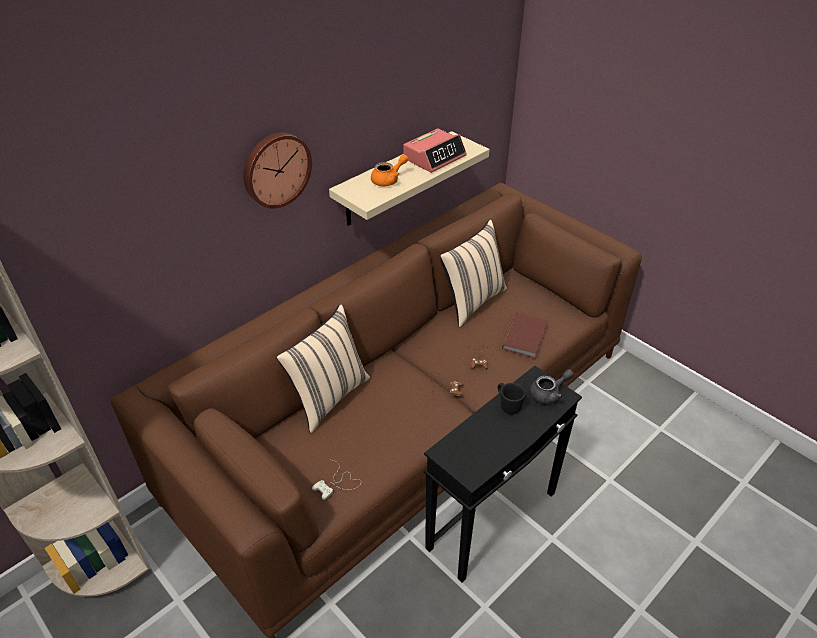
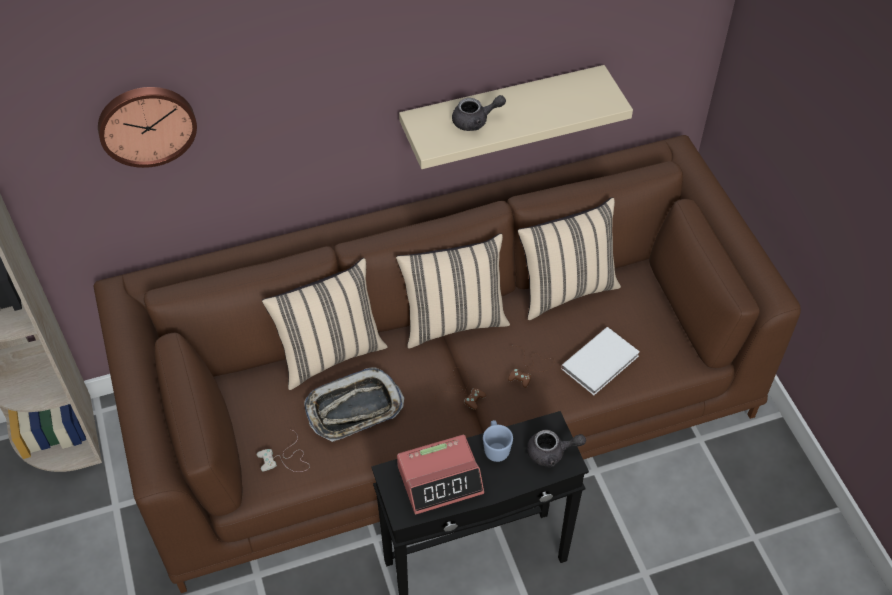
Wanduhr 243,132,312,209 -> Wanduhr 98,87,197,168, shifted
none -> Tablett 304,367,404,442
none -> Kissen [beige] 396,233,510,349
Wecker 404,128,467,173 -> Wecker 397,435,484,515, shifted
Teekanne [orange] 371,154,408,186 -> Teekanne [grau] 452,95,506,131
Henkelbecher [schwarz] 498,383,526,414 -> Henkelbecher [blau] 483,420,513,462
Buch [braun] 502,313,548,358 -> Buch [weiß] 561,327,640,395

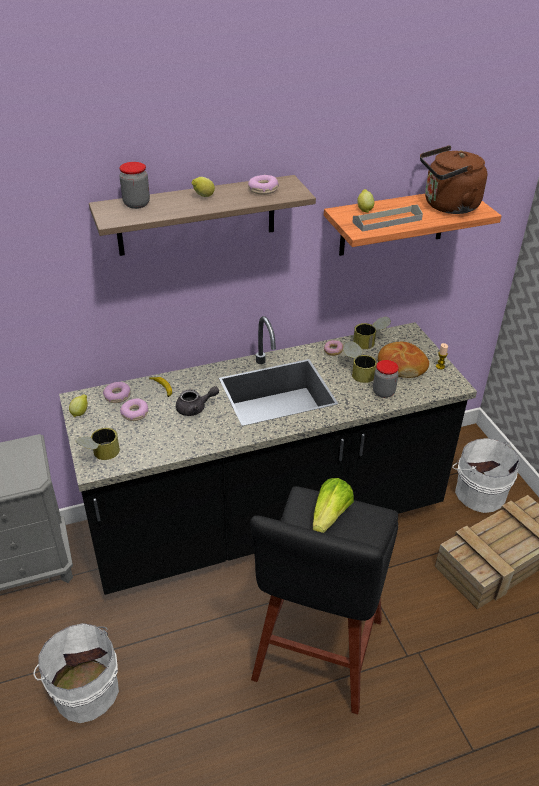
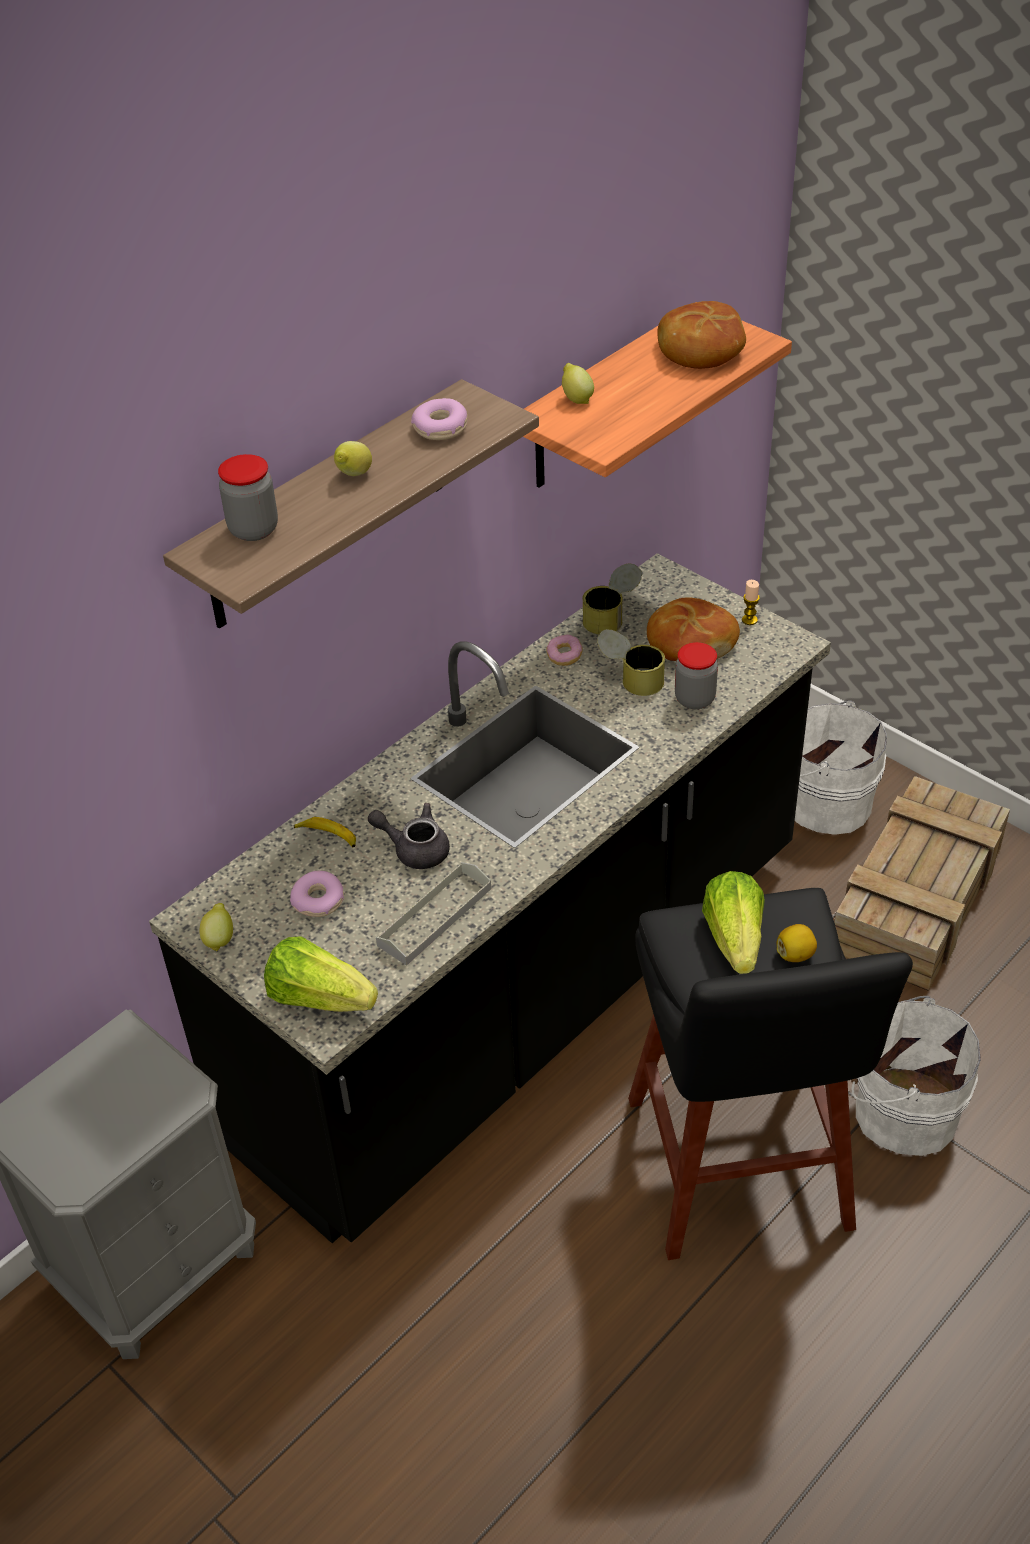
Dose 76,428,120,460 -> Salatkopf 264,936,378,1012
Teekanne [grau] 176,386,219,416 -> Teekanne [grau] 368,803,450,869, 120 degrees counterclockwise
Tablett [grau] 352,205,423,232 -> Tablett [grau] 376,862,491,966, shifted
Wasserkessel [braun] 420,145,487,214 -> Brot 657,301,746,369
none -> Zitrone 777,924,817,962
Eimer [weiß] 33,623,119,723 -> Eimer [weiß] 851,996,981,1156, shifted
Donut 103,382,131,403 -> none

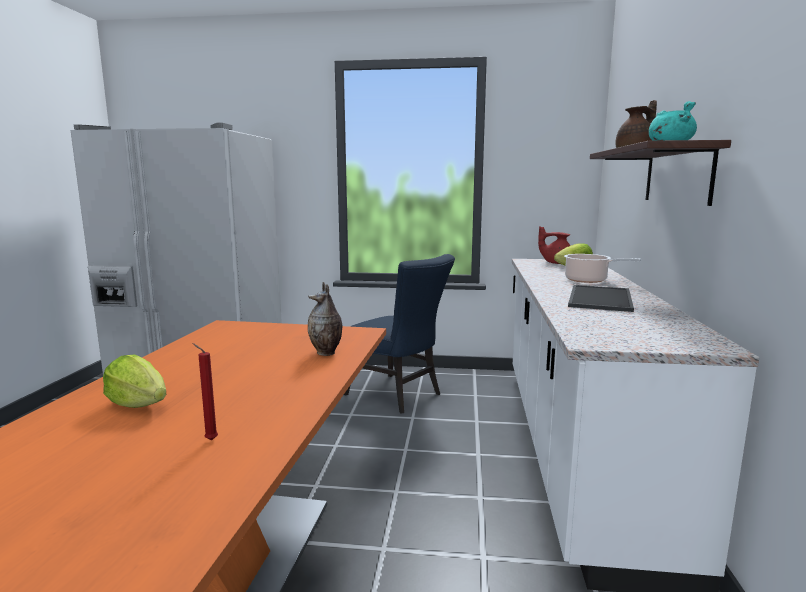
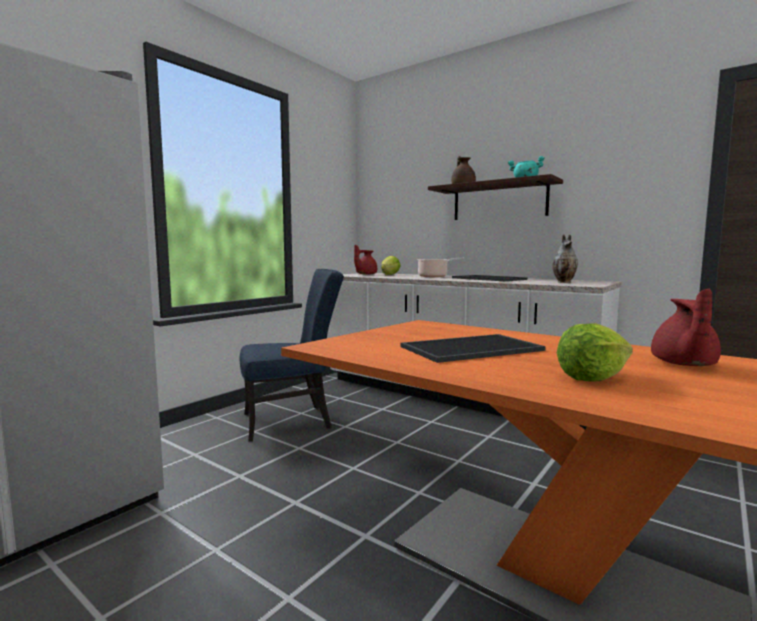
none -> Tablett 401,334,546,363
Vase 308,282,342,356 -> Vase 552,234,578,283, shifted
Kerze [rot] 192,343,218,440 -> Teekanne [rot] 651,289,721,366

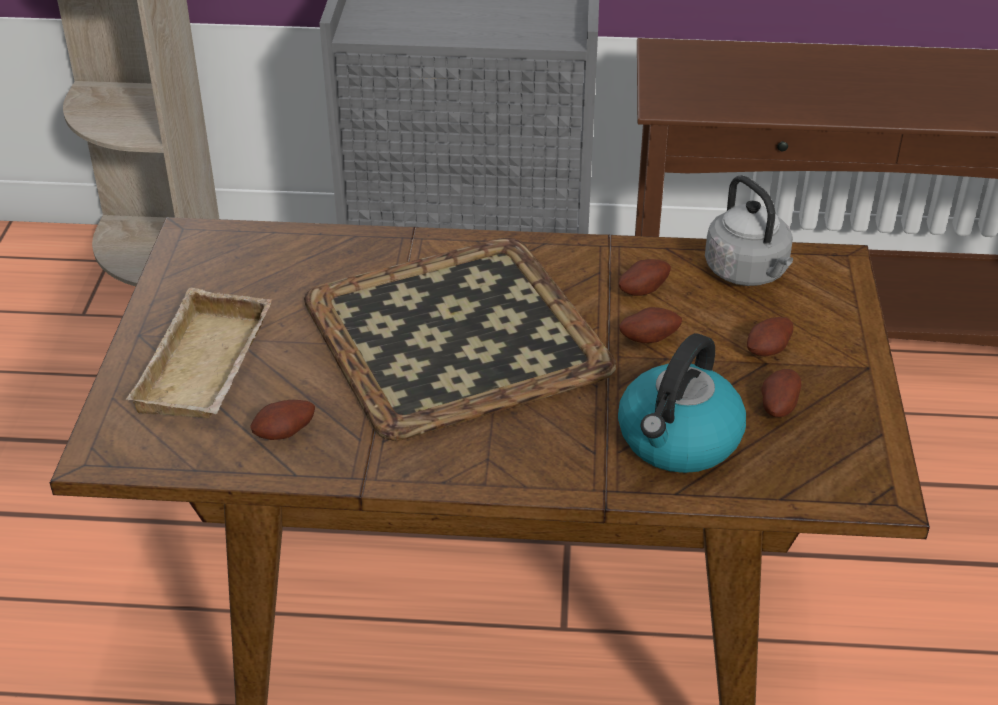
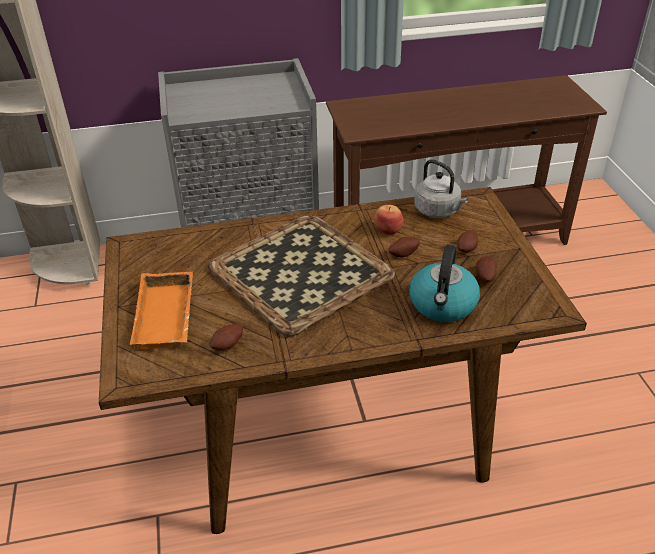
Tablett [beige] 126,288,272,418 -> Tablett [orange] 130,271,193,351
Kartoffel 619,259,671,296 -> Apfel 374,205,403,235

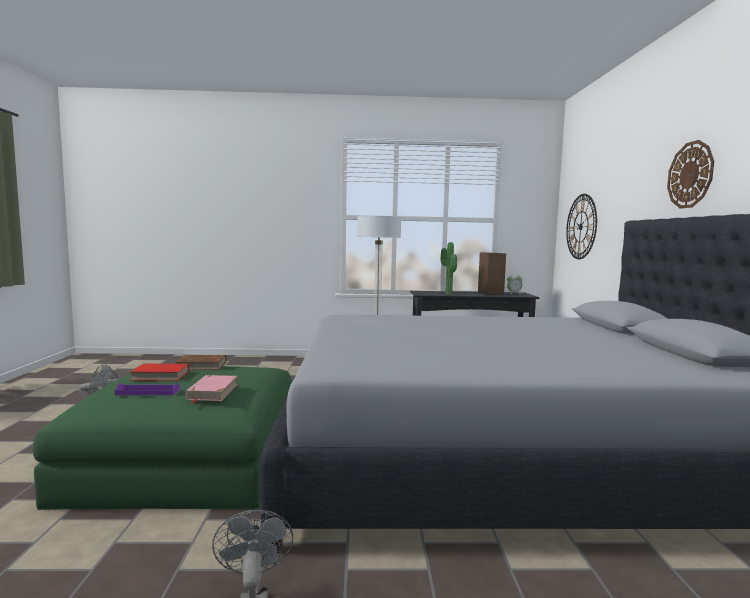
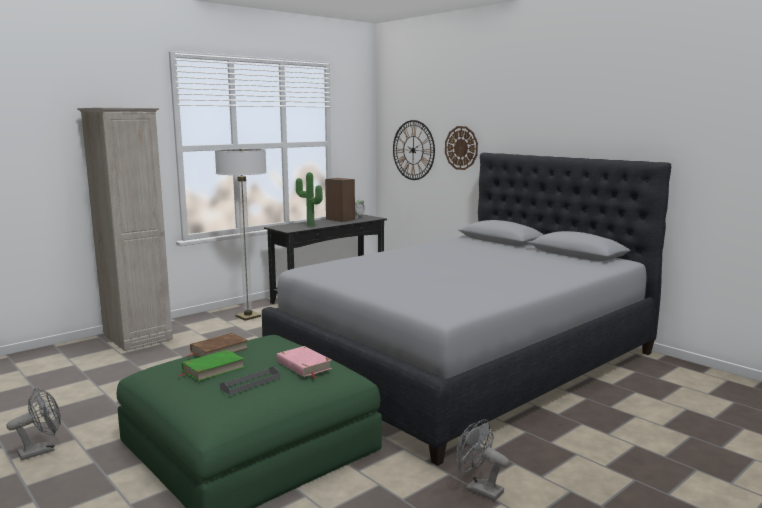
none -> Schrank [beige] 77,108,173,351
Buch [rot] 130,364,189,381 -> Buch [grün] 177,350,244,381
Tablett [lila] 115,383,179,395 -> Tablett [grau] 220,366,280,395
Wanduhr 667,140,714,209 -> Wanduhr 445,126,478,170, shifted

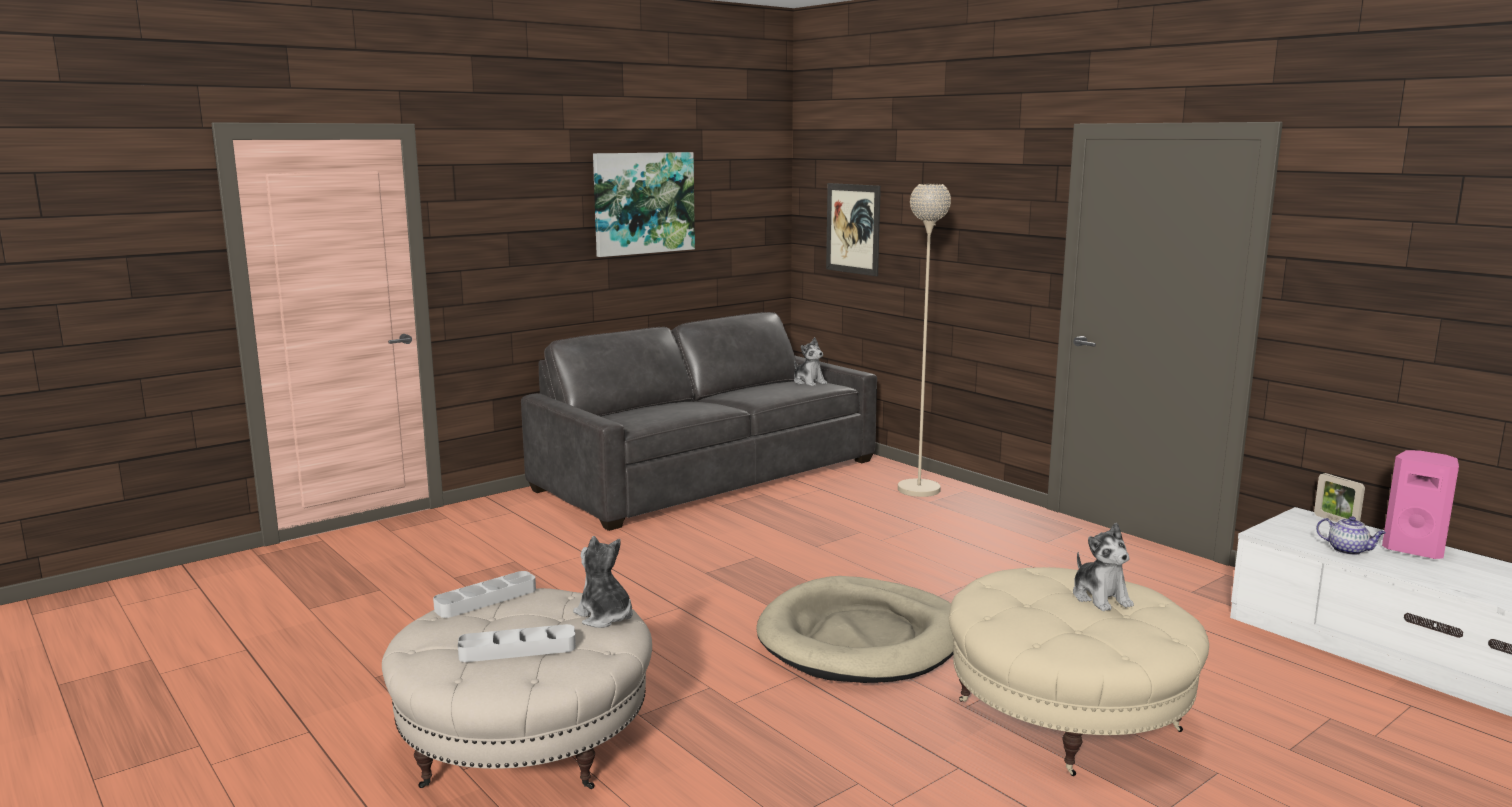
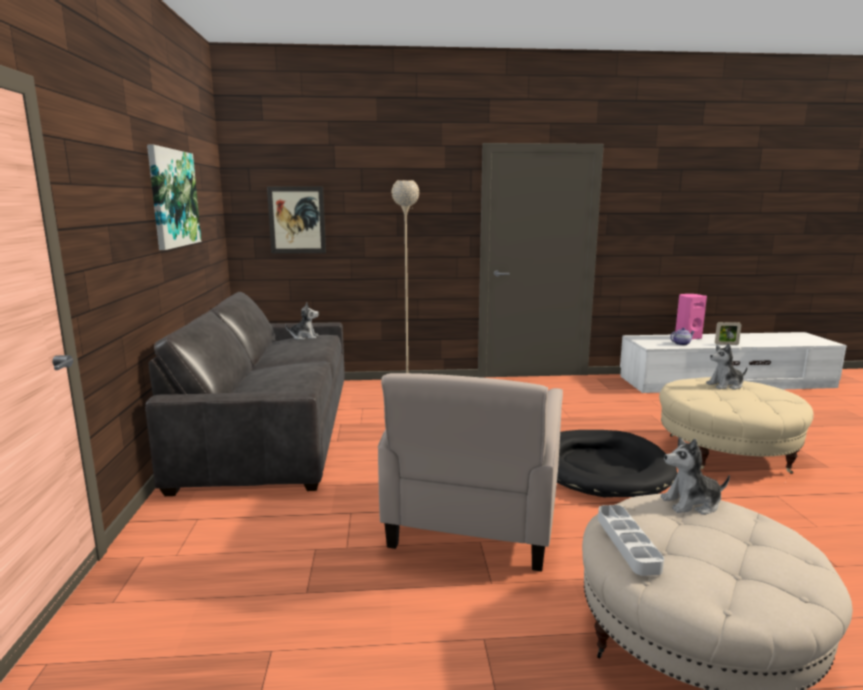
none -> Sessel [beige] 378,373,563,572
Hundebett [beige] 756,576,954,683 -> Hundebett [schwarz] 557,430,677,497
Plüschtier 1073,523,1134,611 -> Plüschtier 706,343,748,390, 150 degrees clockwise
Bilderrahmen 1314,473,1365,522 -> Bilderrahmen 715,322,741,345, shifted
Tablett [grau] 458,624,576,662 -> none

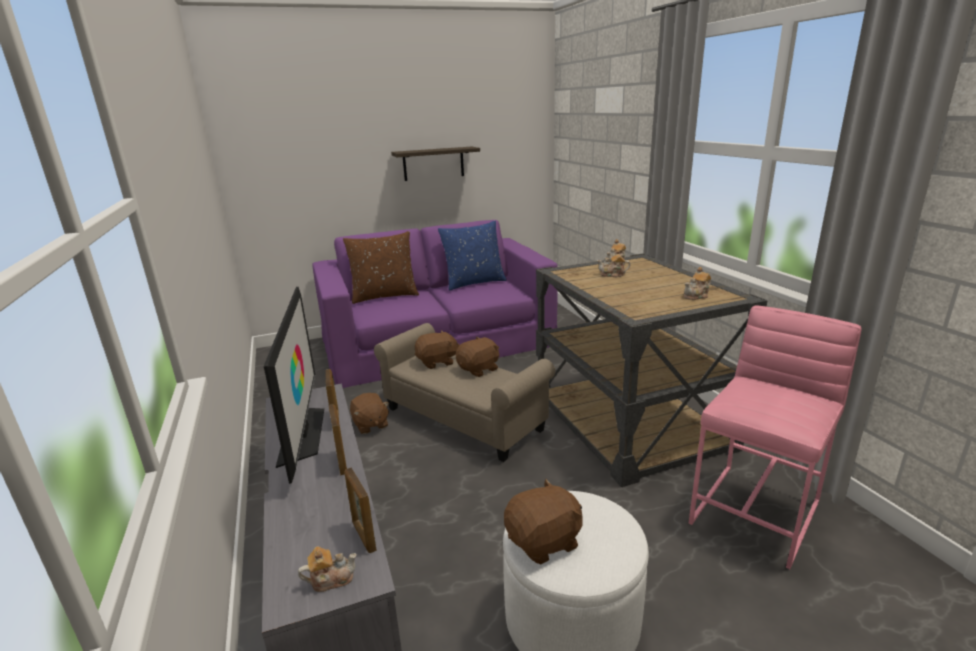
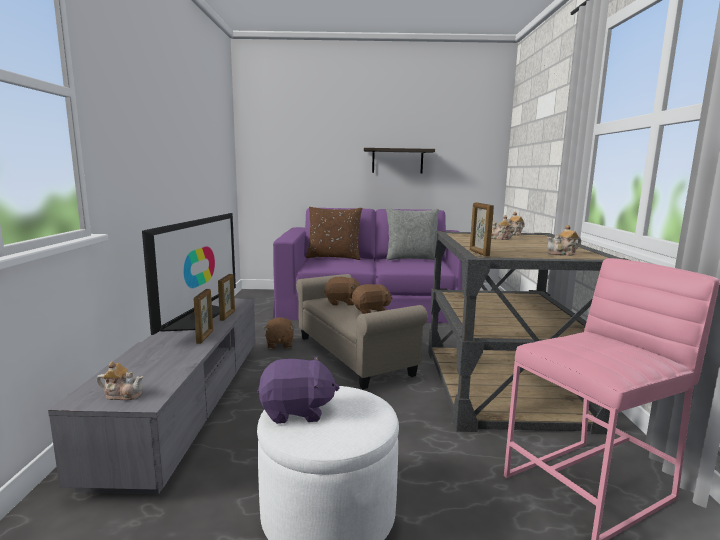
Plüschtier [braun] 504,479,583,564 -> Plüschtier [lila] 257,356,340,424
Kissen [blau] 438,221,507,291 -> Kissen [grau] 386,208,439,260
Bilderrahmen 344,468,376,553 -> Bilderrahmen 470,203,494,256, shifted

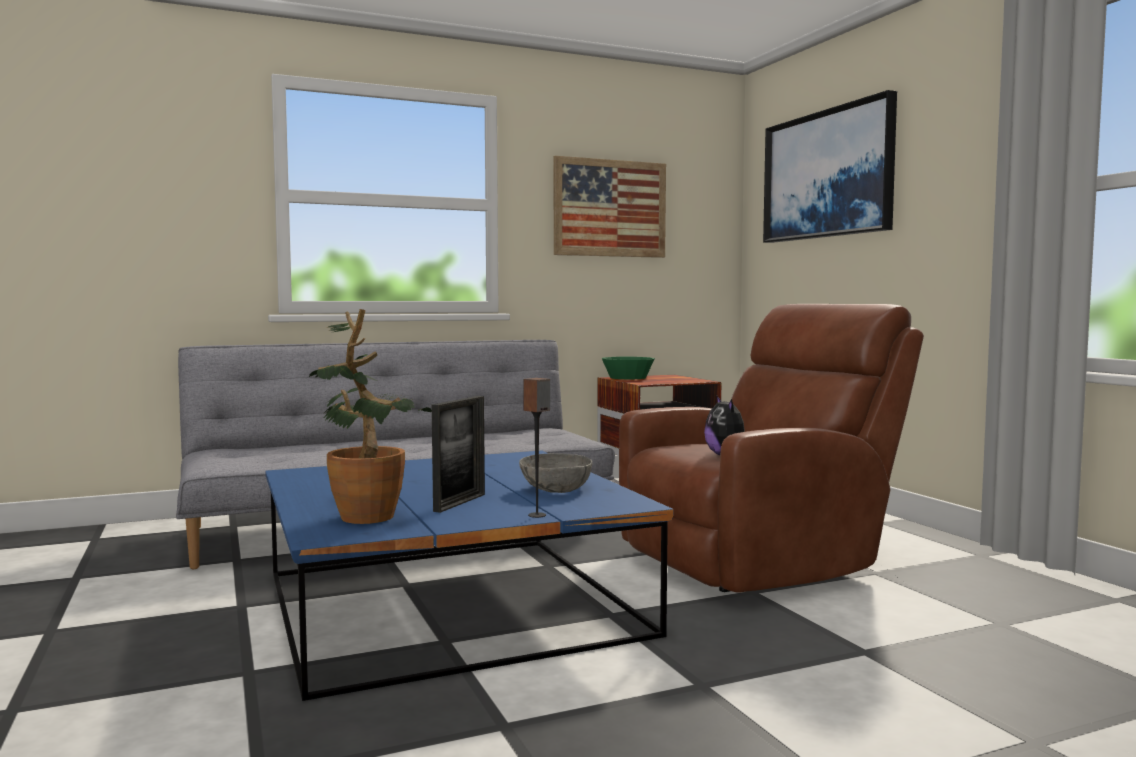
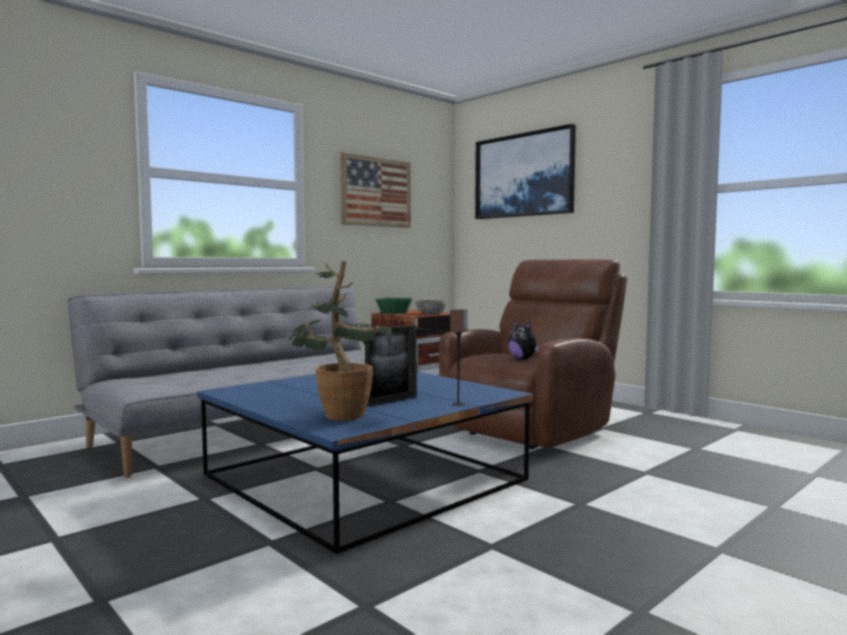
Bilderrahmen 432,396,485,513 -> Bilderrahmen 365,325,417,406, 45 degrees clockwise
Schüssel [grau] 519,453,592,493 -> Schüssel [grau] 415,300,446,314, shifted

